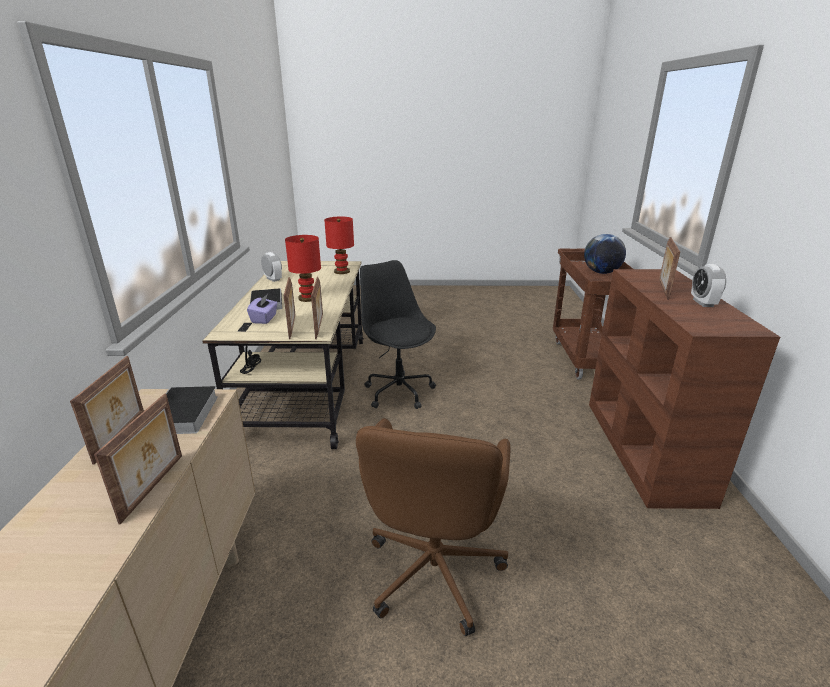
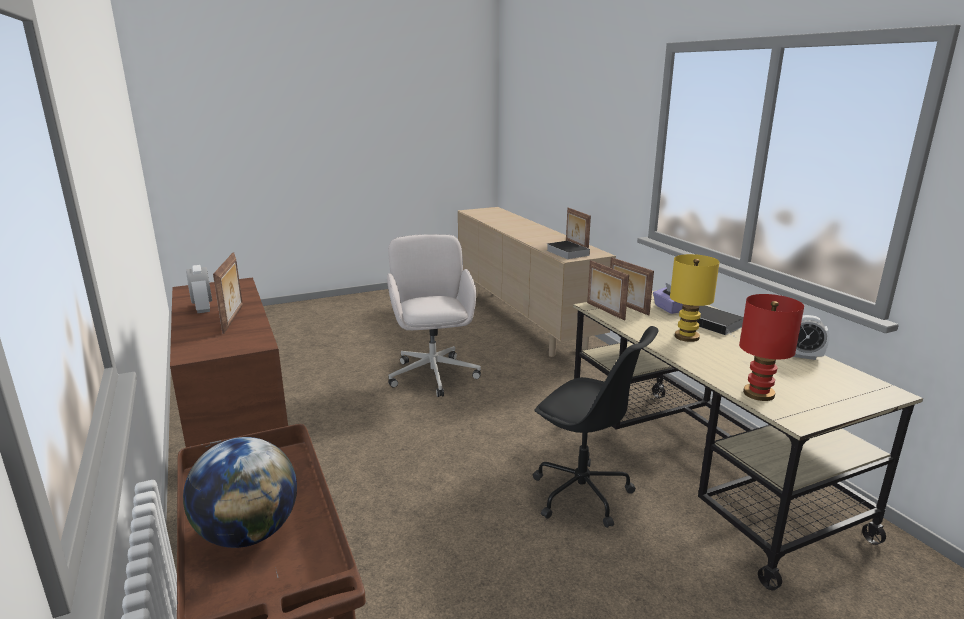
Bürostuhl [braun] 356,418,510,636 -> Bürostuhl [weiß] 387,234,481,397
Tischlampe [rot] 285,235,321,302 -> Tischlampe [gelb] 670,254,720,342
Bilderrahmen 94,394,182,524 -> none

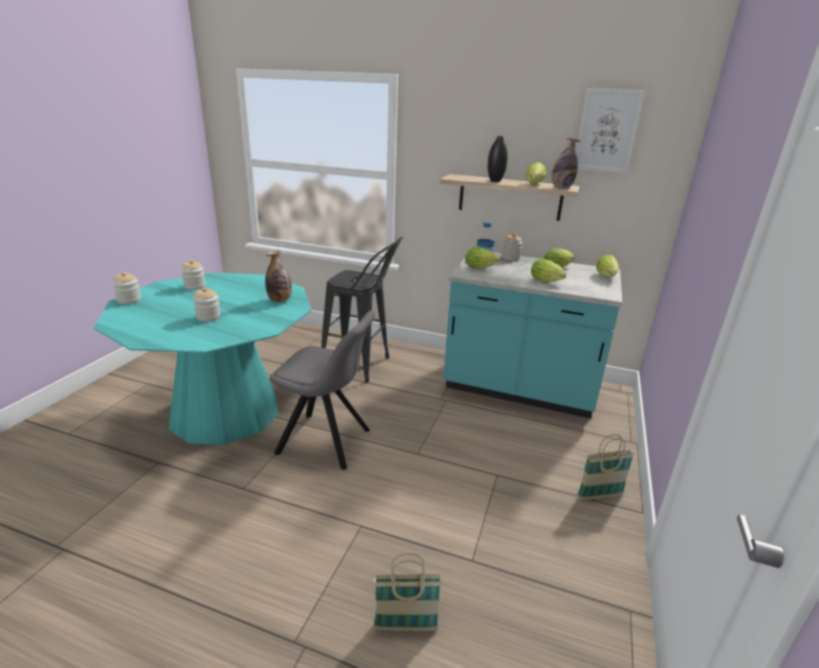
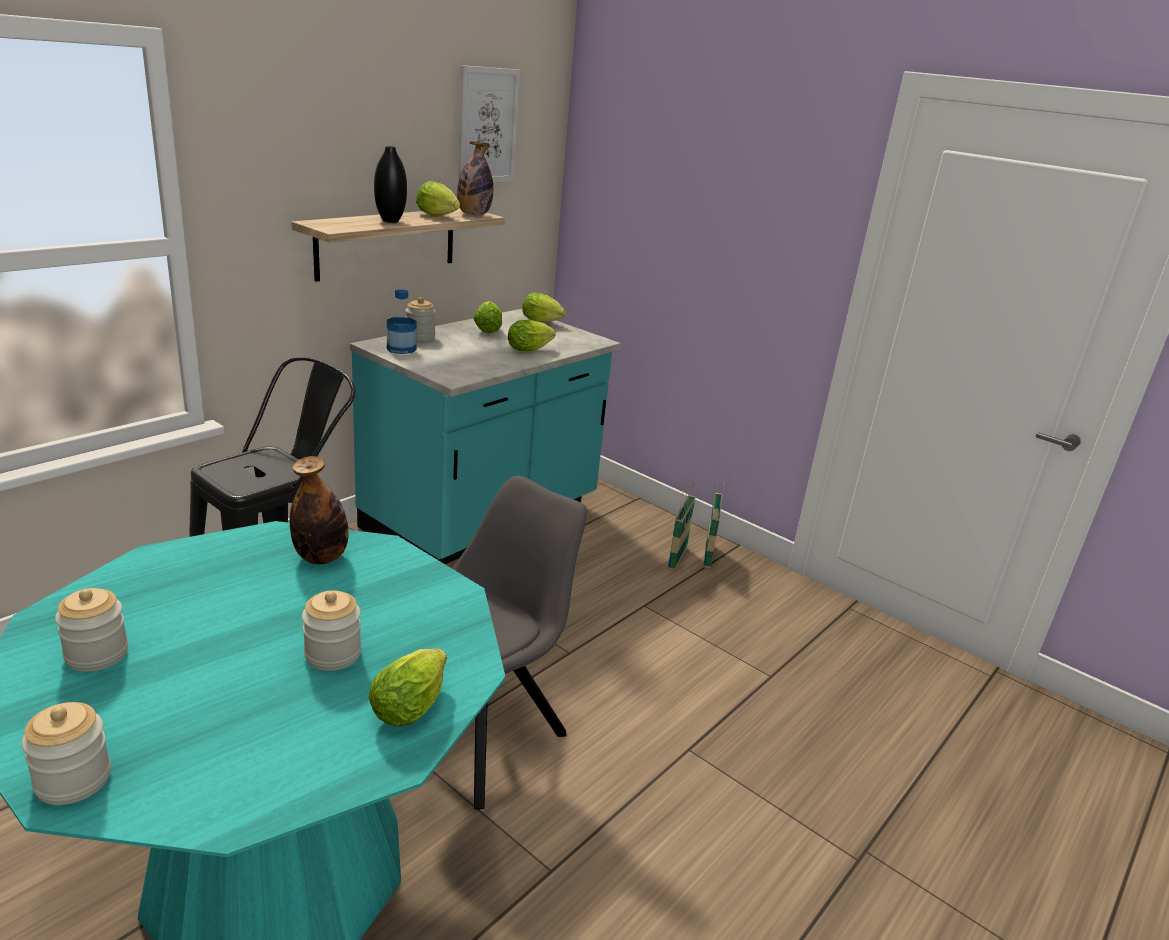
Salatkopf 466,247,500,269 -> Salatkopf 368,649,447,726, shifted
Korb 374,553,442,631 -> Korb 668,481,696,571, shifted

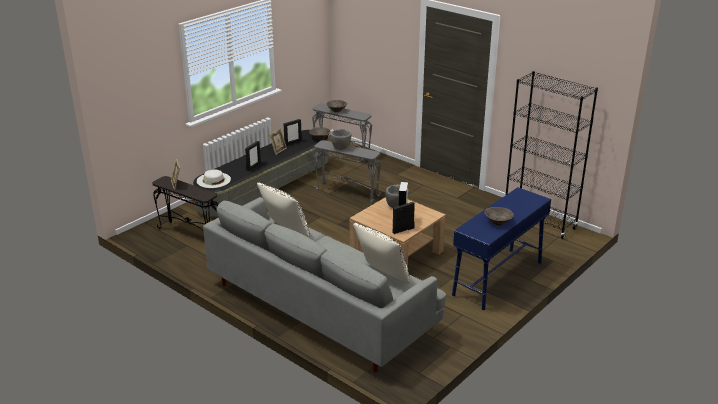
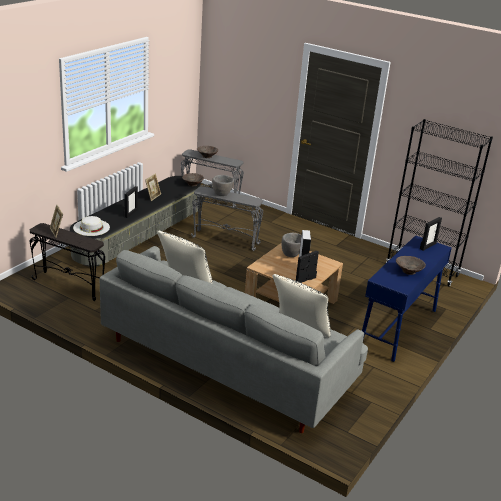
Bilderrahmen 283,119,302,145 -> Bilderrahmen 420,217,442,251, shifted

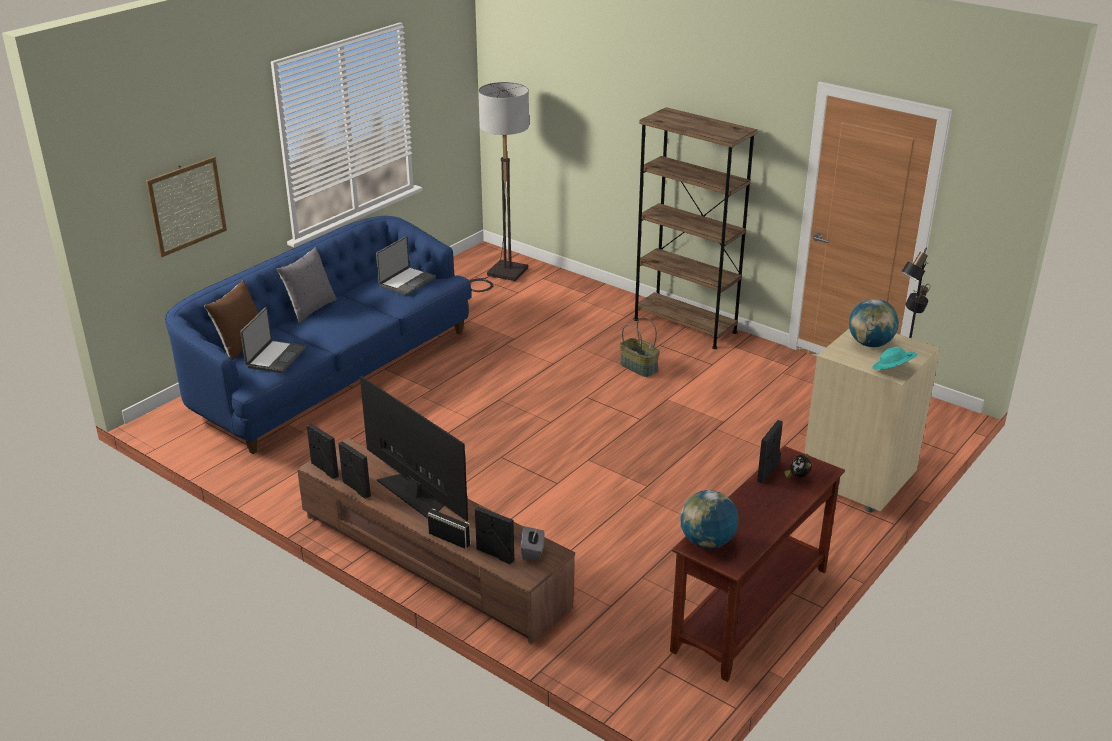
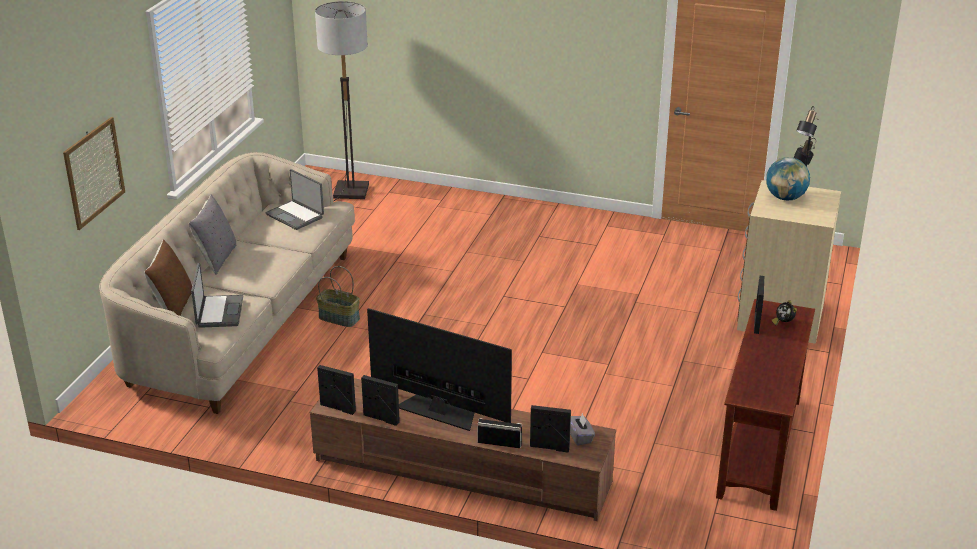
Sofa [blau] 165,216,472,454 -> Sofa [beige] 99,152,355,414
Laptop 376,236,436,295 -> Laptop 266,169,324,230, 120 degrees clockwise
Korb 620,317,660,377 -> Korb 316,266,360,327, shifted
Bücherregal [braun] 634,107,758,349 -> none
Globus 680,490,738,549 -> none
Hut [türkis] 872,347,917,370 -> none

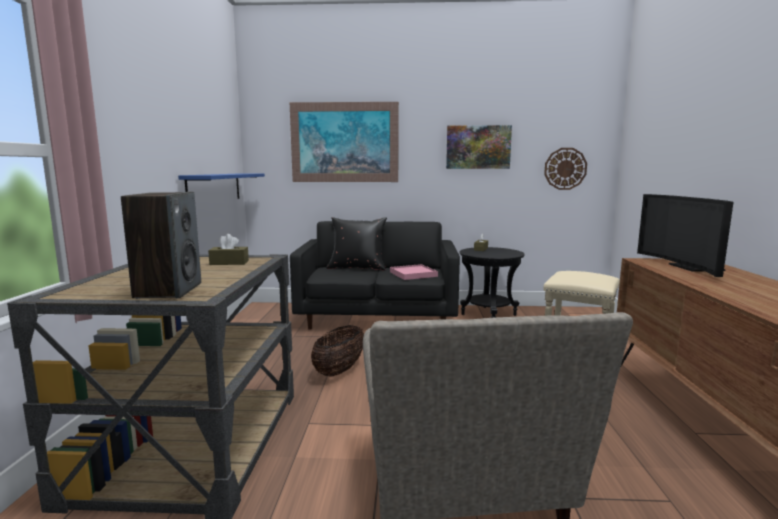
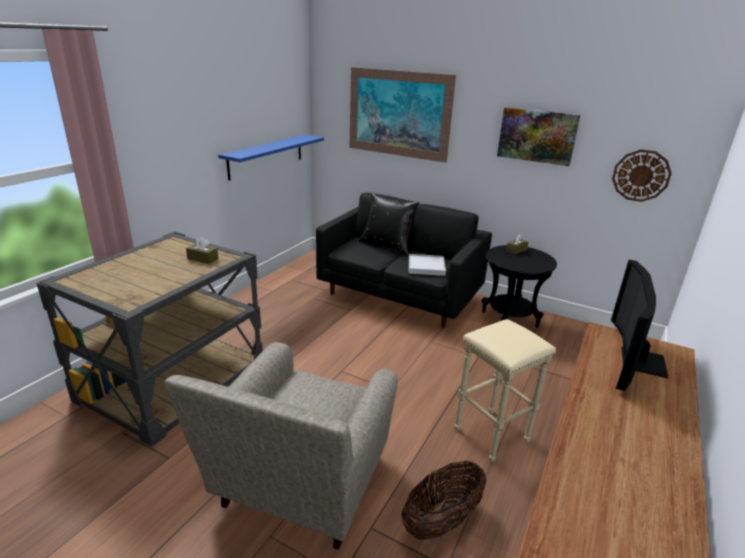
Korb 311,325,364,377 -> Korb 401,461,486,540, shifted
Tablett [rosa] 390,264,438,280 -> Tablett [weiß] 408,254,446,276
Lautsprecher 121,192,201,299 -> none

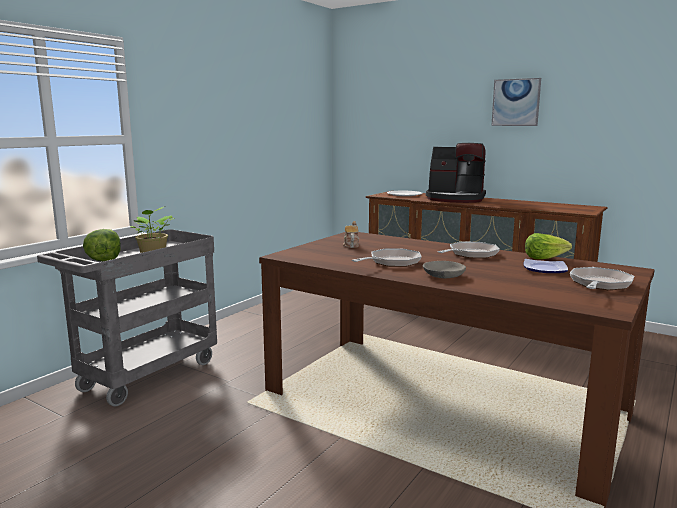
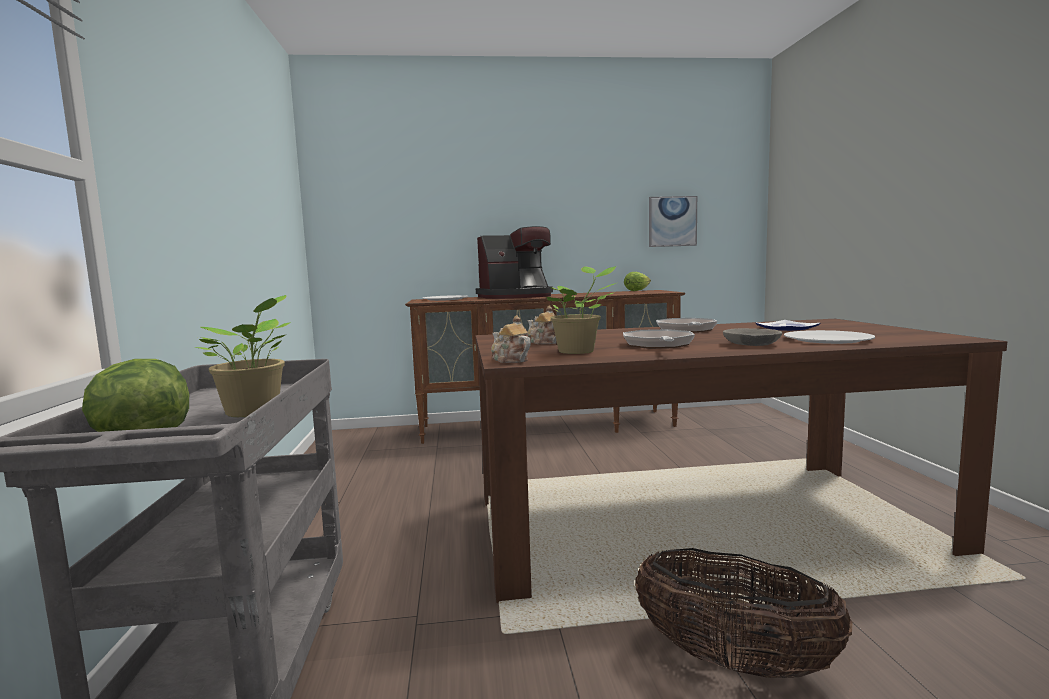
none -> Teekanne 491,315,531,363
none -> Topfpflanze 546,266,616,354
Salatkopf 525,233,572,259 -> Salatkopf 624,272,651,291, shifted
none -> Korb 635,548,853,678
Bild 491,78,541,126 -> Bild 649,196,697,247, shifted
none -> Teller [weiß] 784,330,875,344
Pfanne 570,267,634,290 -> none

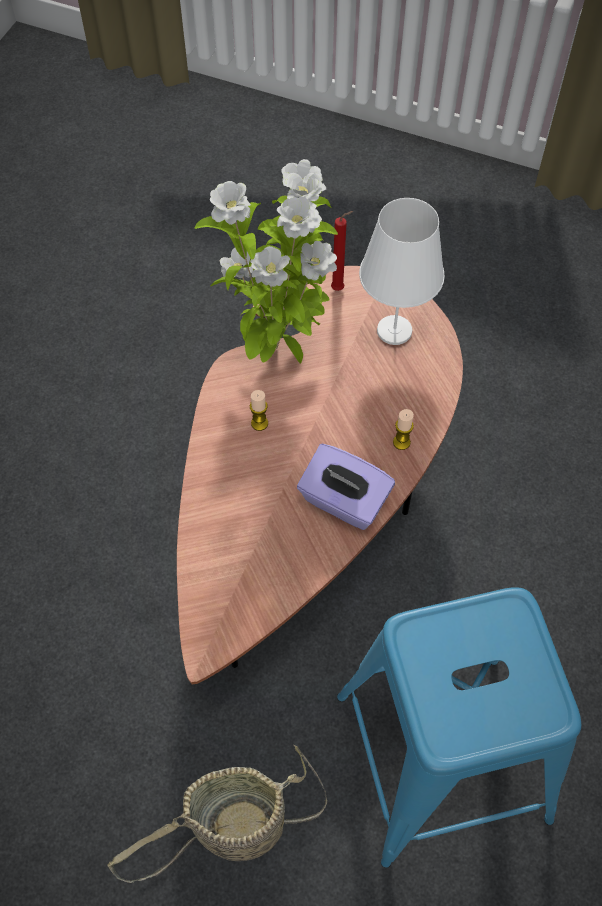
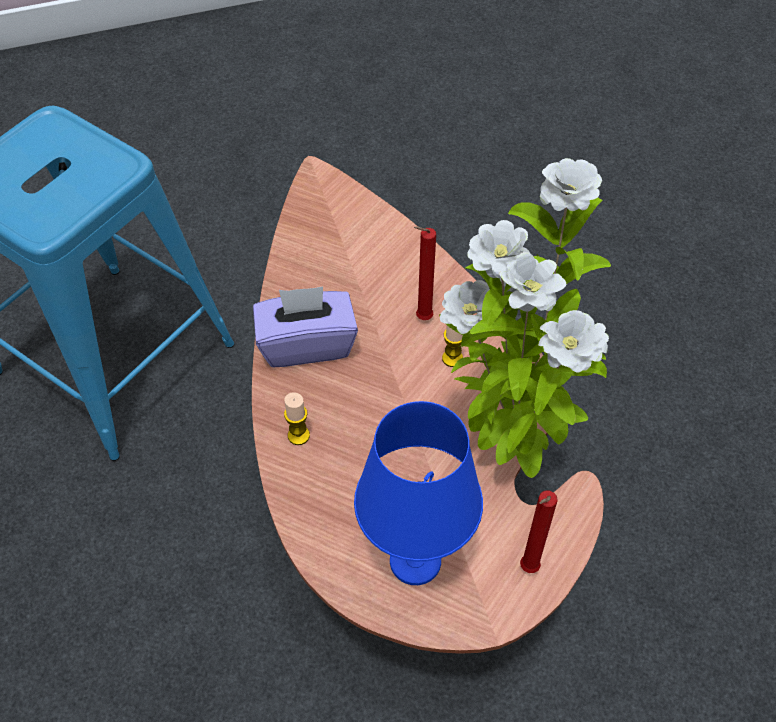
Tischlampe [weiß] 359,198,445,345 -> Tischlampe [blau] 354,401,483,585
none -> Kerze [rot] 414,226,436,320
Korb 107,745,328,883 -> none

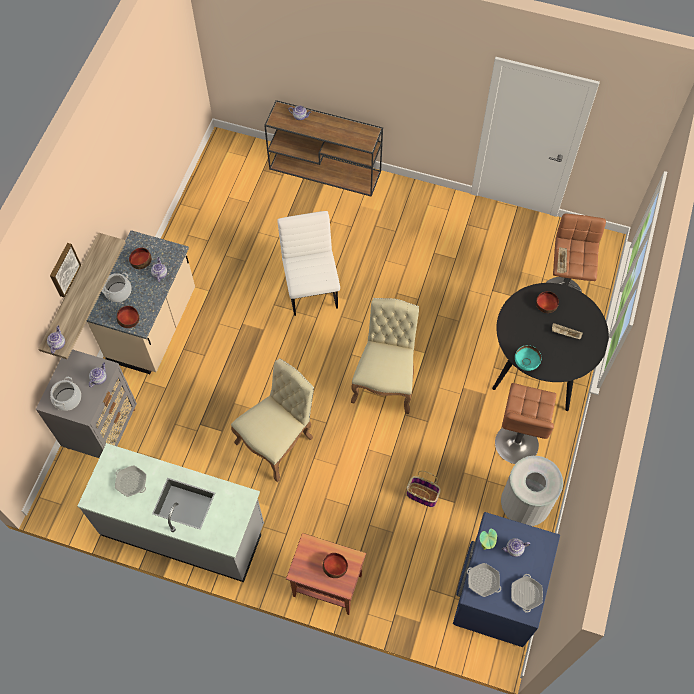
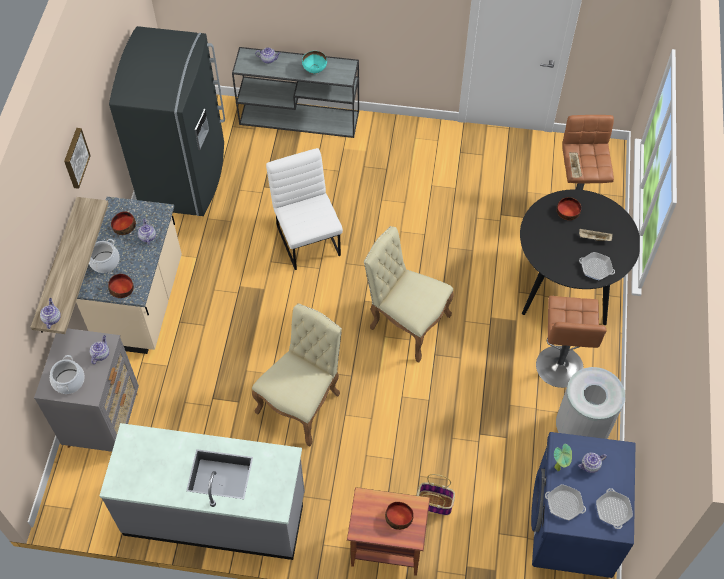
Bild 50,243,81,298 -> Bild 64,128,91,189, shifted
none -> Kühlschrank [grau] 109,26,225,216
Konsolentisch [braun] 264,100,383,197 -> Konsolentisch [grau] 232,47,359,138
Schüssel [türkis] 515,345,541,371 -> Schüssel [türkis] 302,51,327,74, shifted
Stuhl [beige] 351,298,419,414 -> Stuhl [beige] 364,226,454,363, 60 degrees counterclockwise
Korb 406,471,441,507 -> Korb 417,474,455,515, shifted
Pfanne 115,465,146,497 -> Pfanne 579,252,615,280, shifted

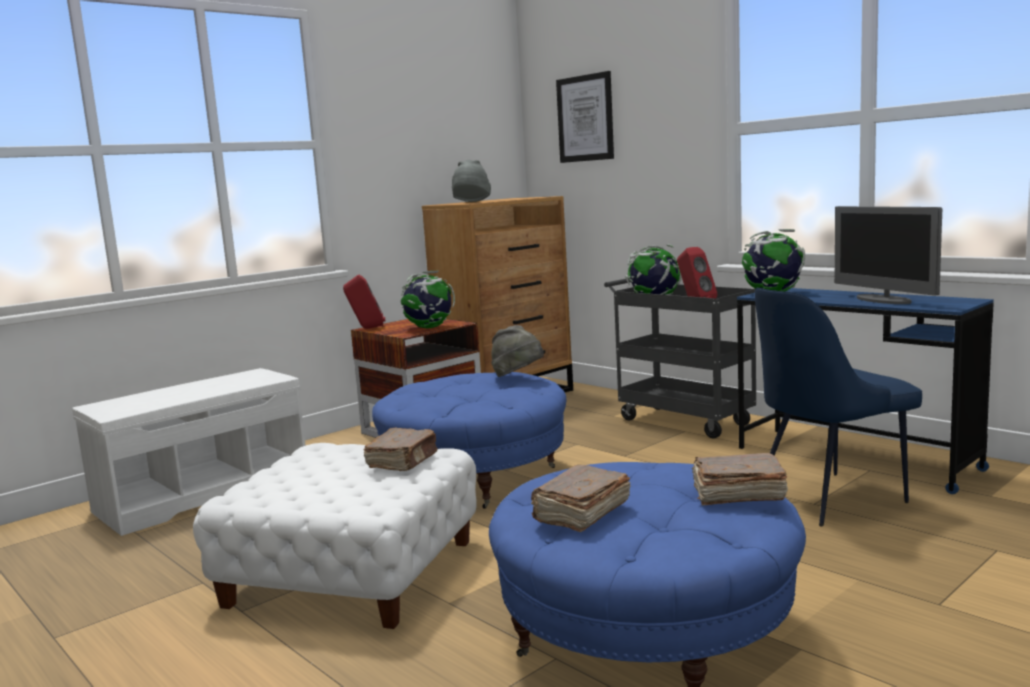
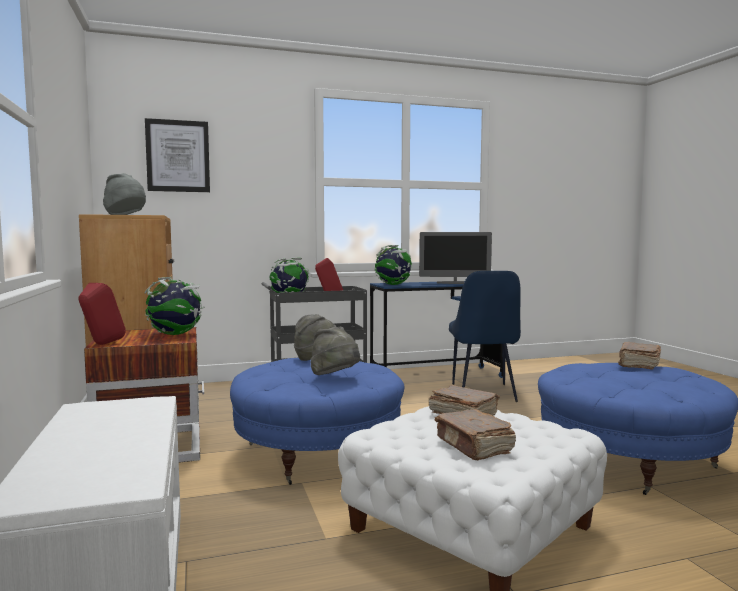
none -> Hut [grau] 311,327,360,375
Buch [braun] 531,465,630,532 -> Buch [braun] 435,409,516,460, shifted

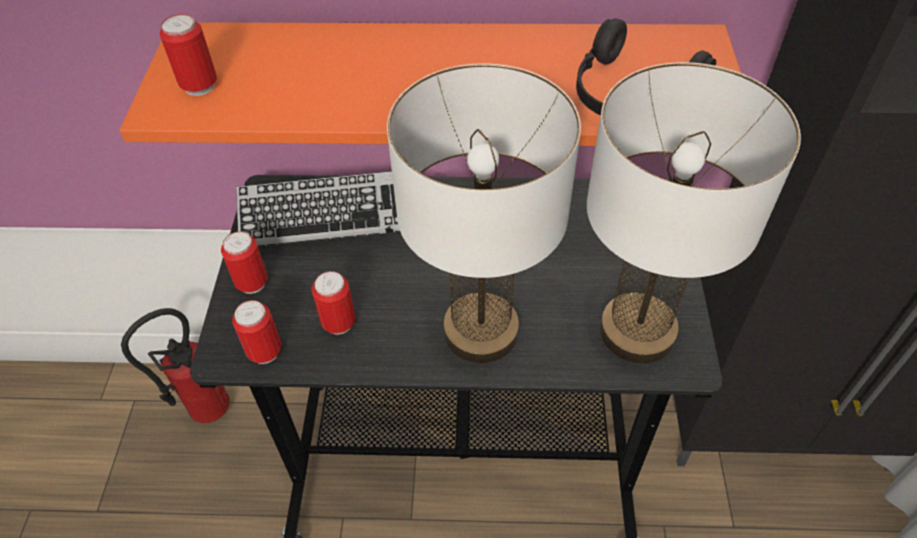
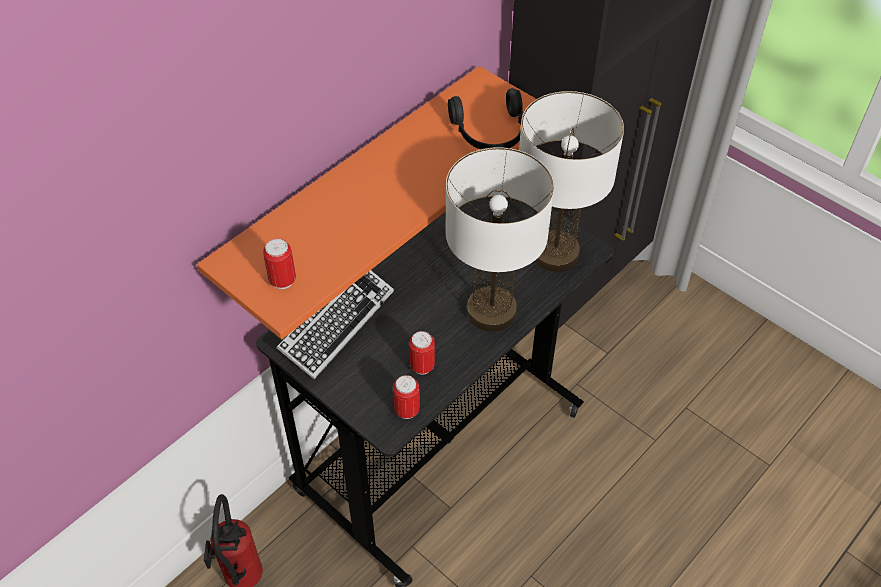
Dose 221,232,268,294 -> none

